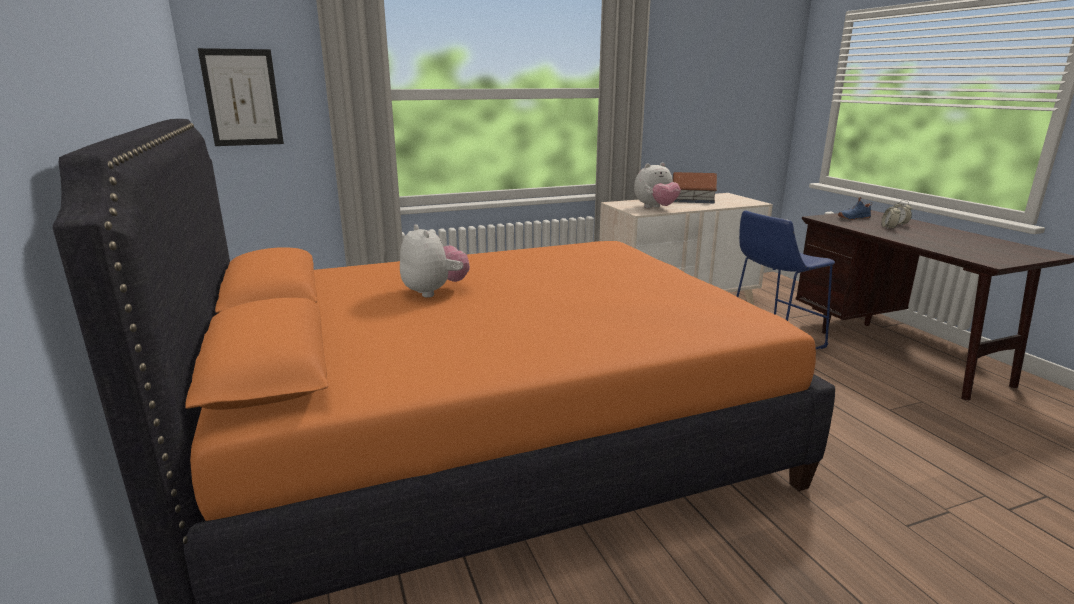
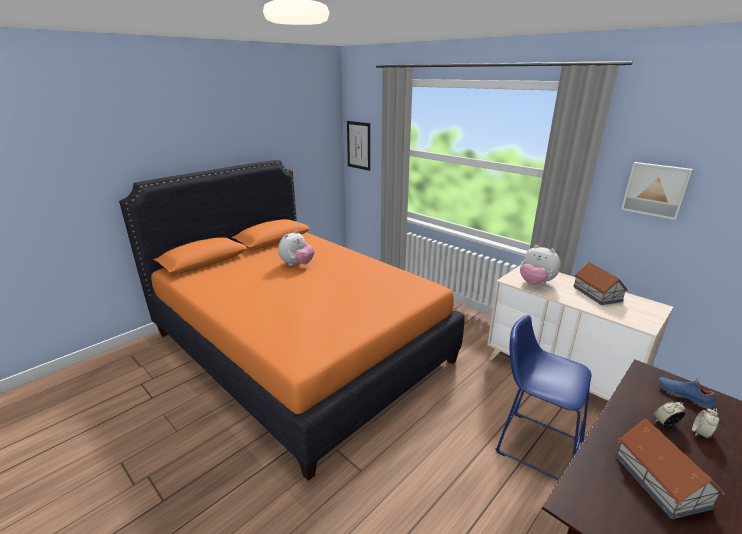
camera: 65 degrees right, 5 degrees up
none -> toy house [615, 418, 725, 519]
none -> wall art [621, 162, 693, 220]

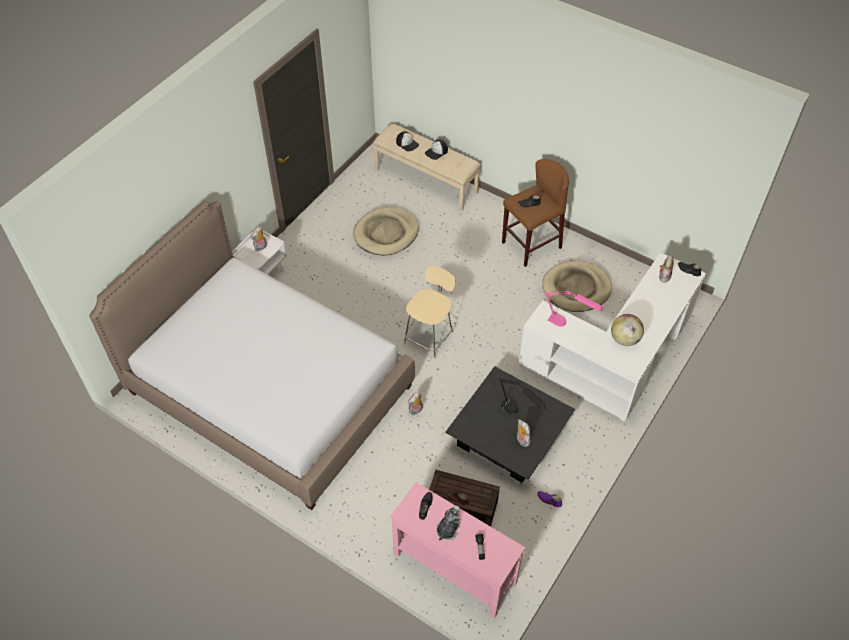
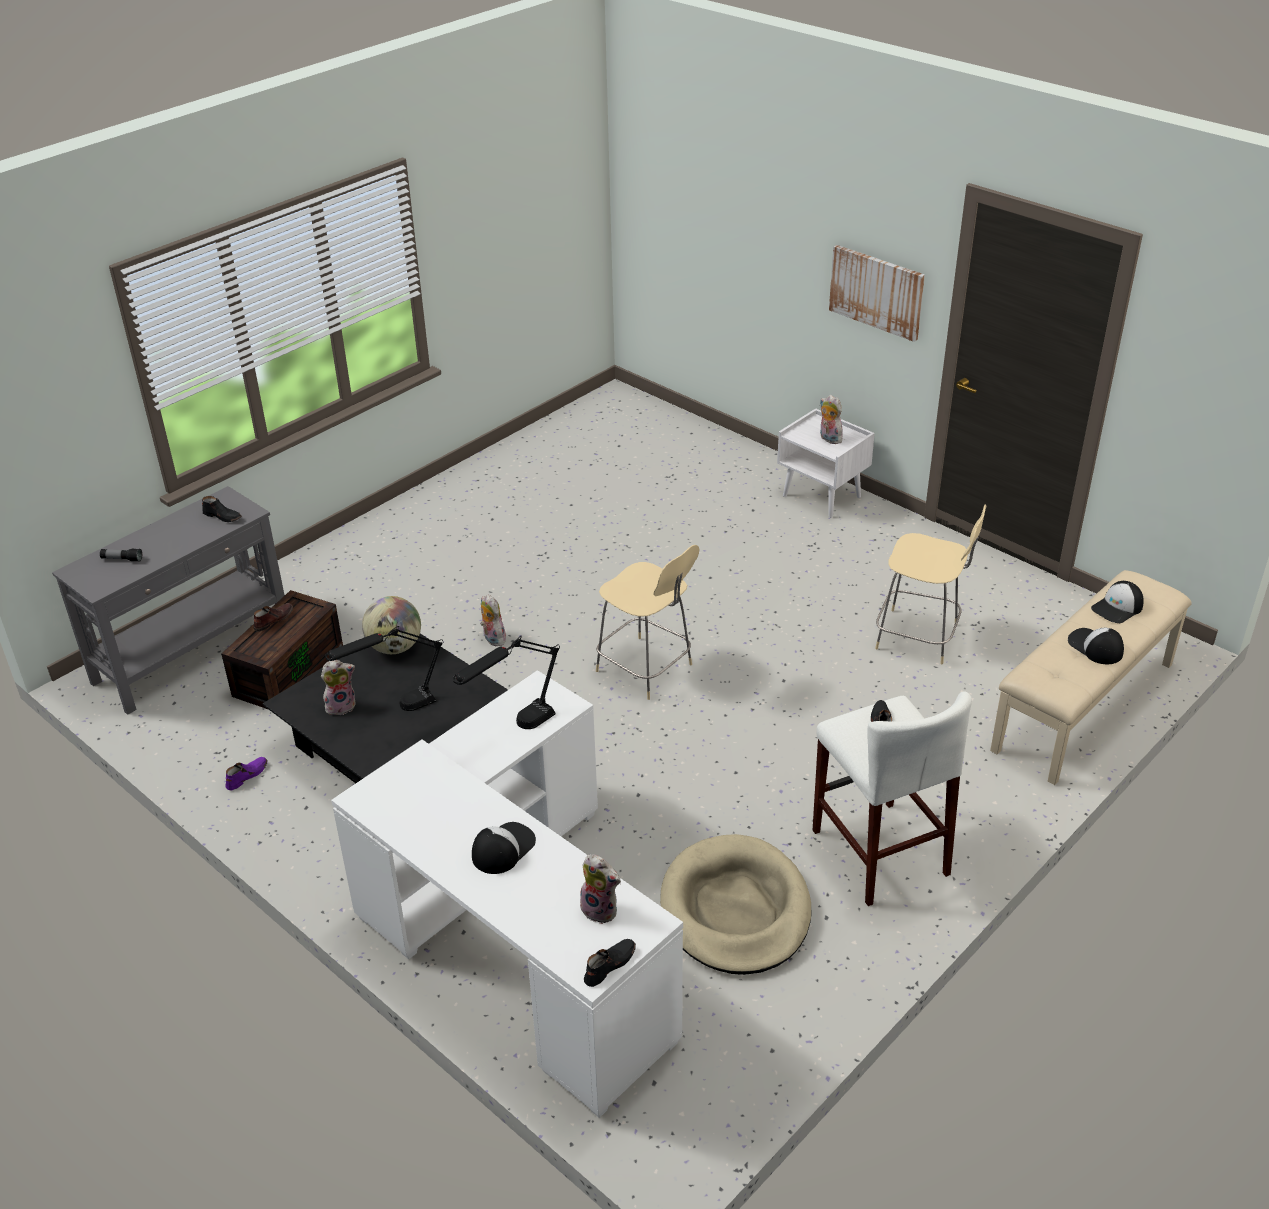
camera: 100 degrees right, 15 degrees down
pinkish console table [390, 482, 525, 618] -> greyish console table [52, 486, 285, 715]
world globe [611, 314, 644, 346] -> world globe [362, 596, 421, 654], move
pinkish tabletop lamp [545, 290, 603, 327] -> blackish tabletop lamp [453, 636, 560, 729]
none -> baseball cap [472, 822, 536, 874]
brownish stool seat [502, 159, 569, 267] -> whitish stool seat [813, 691, 972, 906]
none -> wall art [829, 245, 925, 342]
sand-coloured dog bed [353, 207, 419, 255] -> sand-coloured upright chair [875, 504, 986, 664]
bedroom bed [89, 201, 415, 510] -> none
soft toy [436, 506, 461, 541] -> none

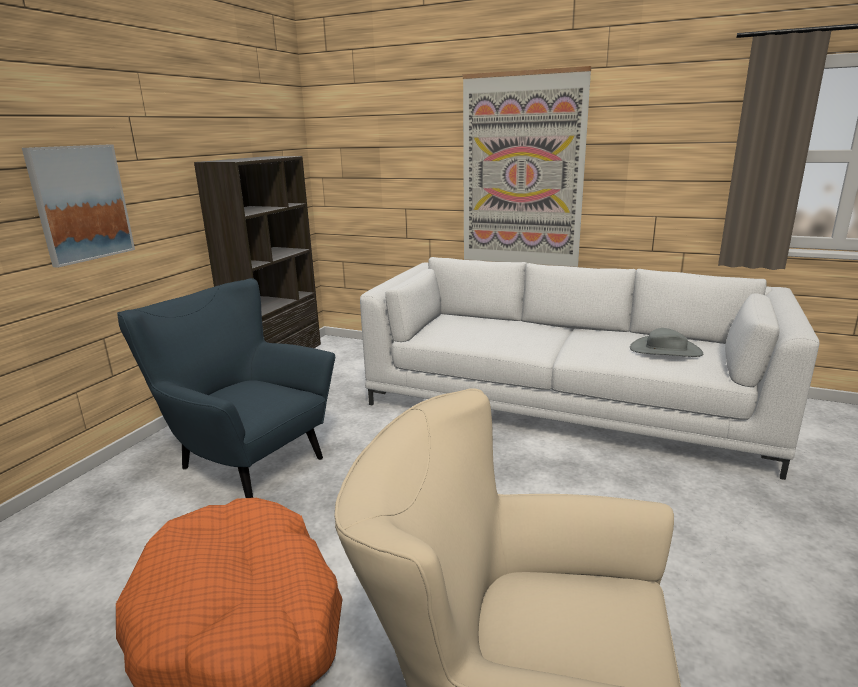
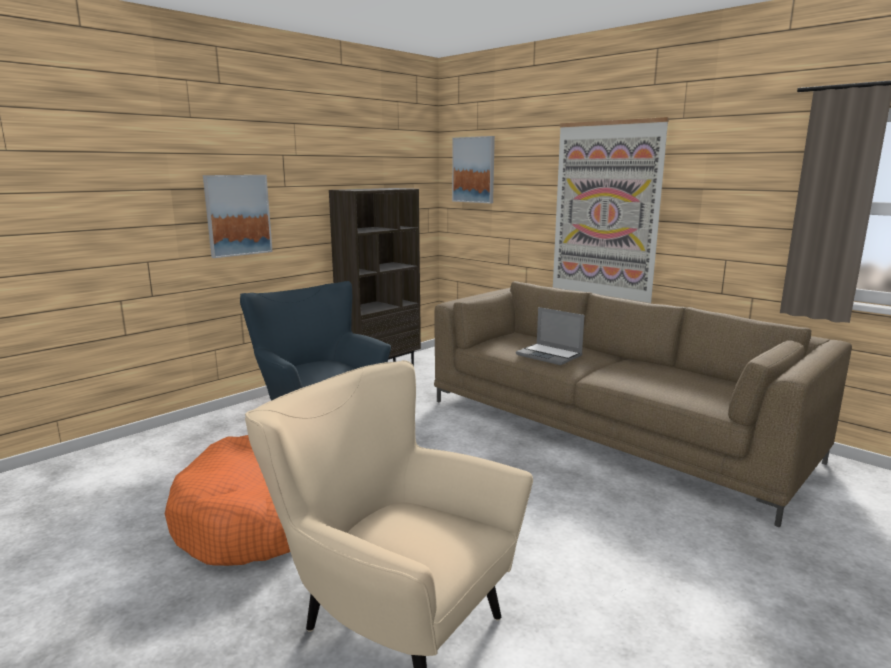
camera: 20 degrees right, 5 degrees down
whitish settee [360, 257, 819, 480] -> brownish settee [434, 281, 852, 527]
none -> wall art [452, 136, 495, 203]
none -> portable computer [516, 307, 585, 365]
greyish hat [630, 328, 703, 357] -> none

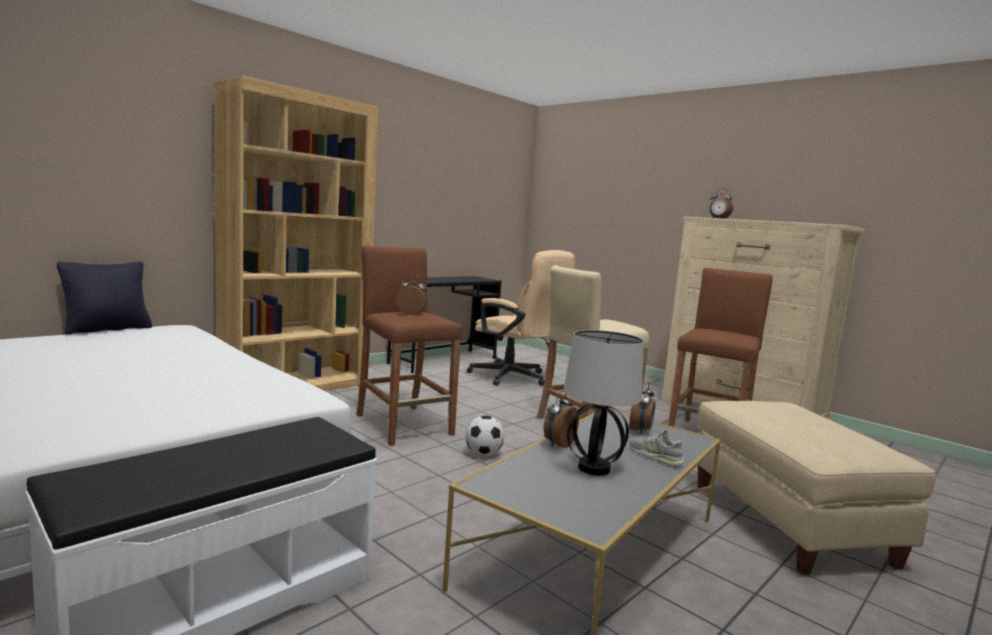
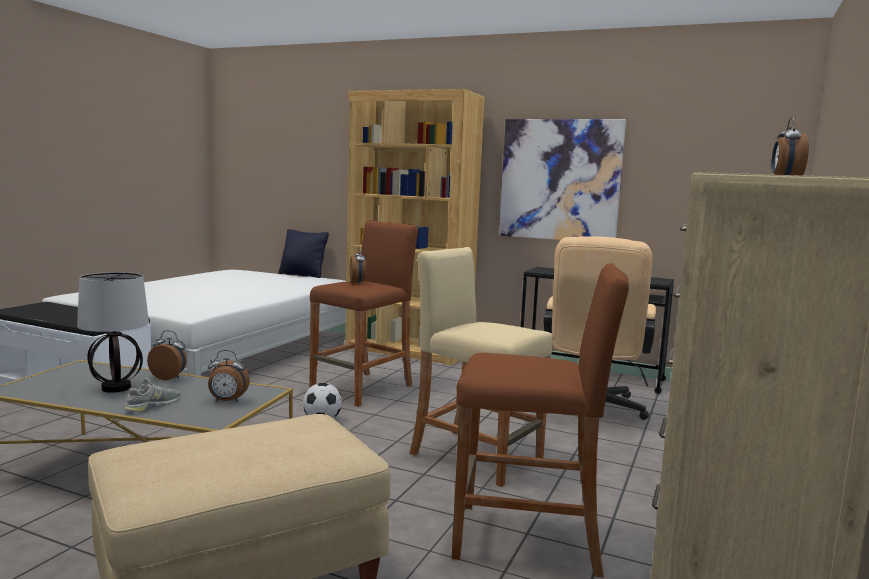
camera: 70 degrees right, 0 degrees up
none -> wall art [499, 119, 626, 240]

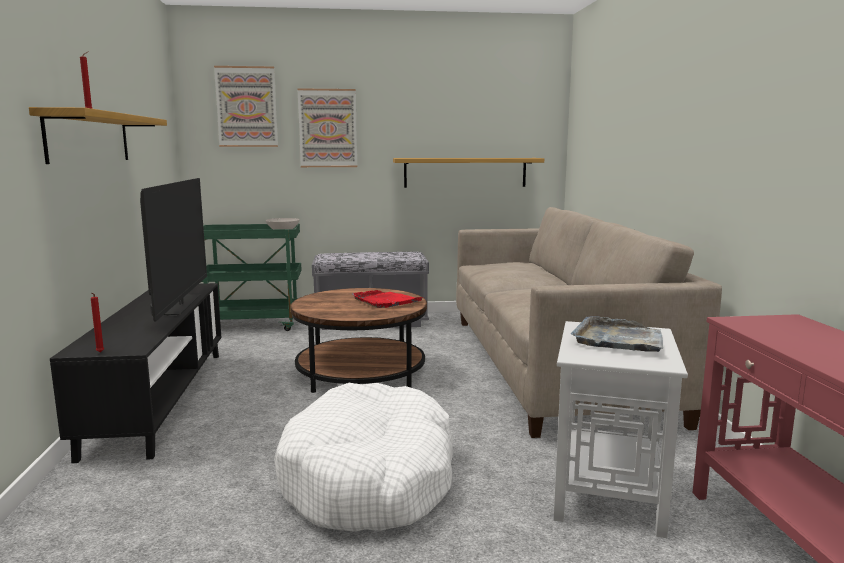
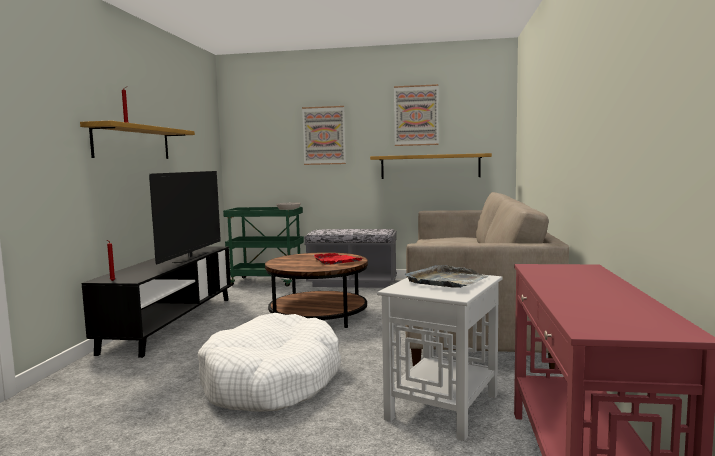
camera: 15 degrees right, 5 degrees down
wall art [214, 66, 278, 147] -> wall art [394, 84, 439, 146], move

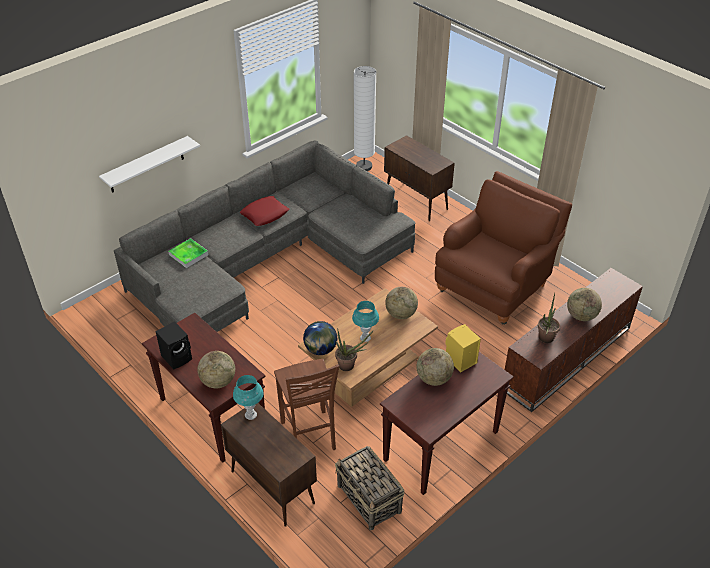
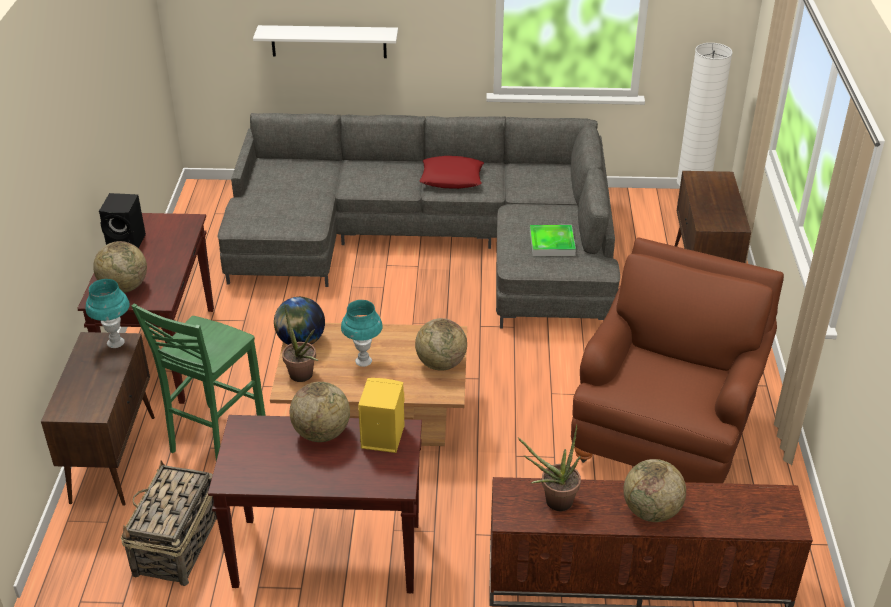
camera: 45 degrees right, 5 degrees down
brownish stool seat [274, 359, 339, 450] -> green stool seat [132, 304, 266, 461]
tray [168, 238, 209, 268] -> tray [530, 225, 576, 256], move
brownish lounge chair [435, 171, 572, 324] -> brownish lounge chair [571, 237, 784, 483], 60 degrees counterclockwise

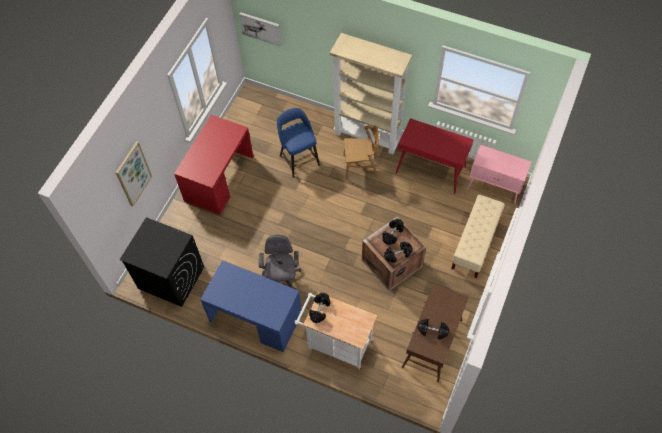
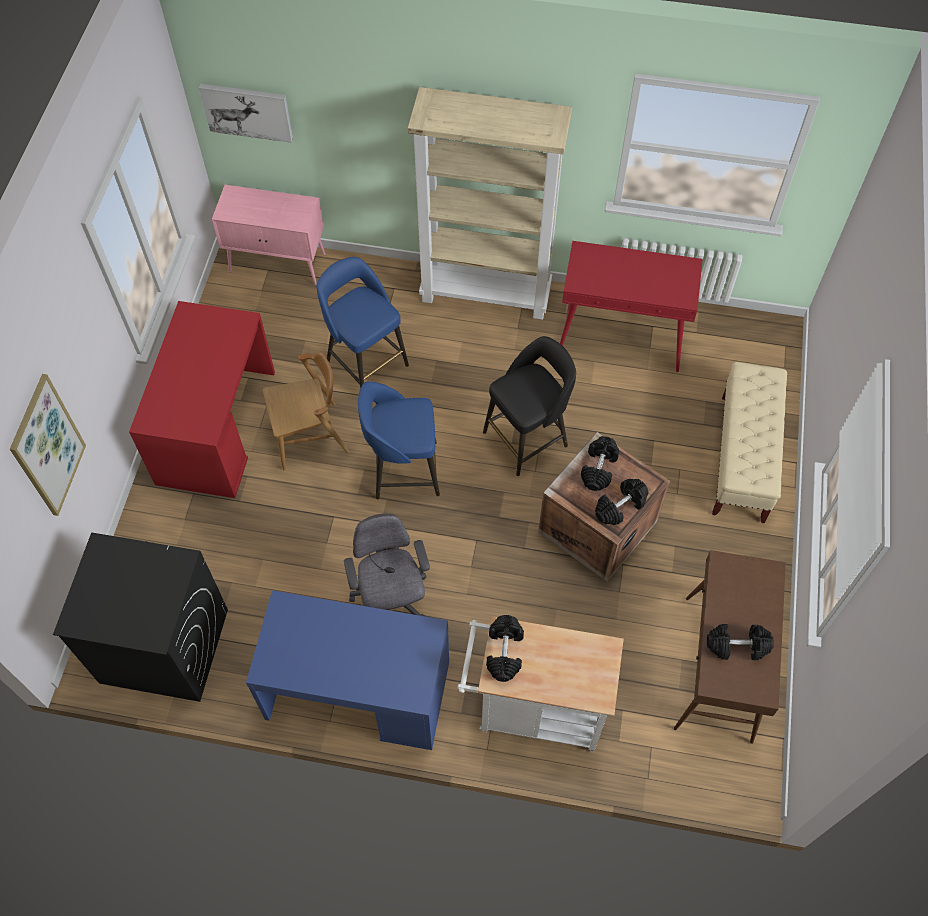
camera: 15 degrees left, 0 degrees up
pinkish cupboard [468, 145, 532, 204] -> pinkish cupboard [212, 185, 326, 285], move
brownish upright chair [344, 125, 379, 180] -> brownish upright chair [263, 351, 350, 470], move
none -> blue-coloured stool seat [358, 381, 440, 499]
none -> blackish stool seat [483, 336, 576, 476]

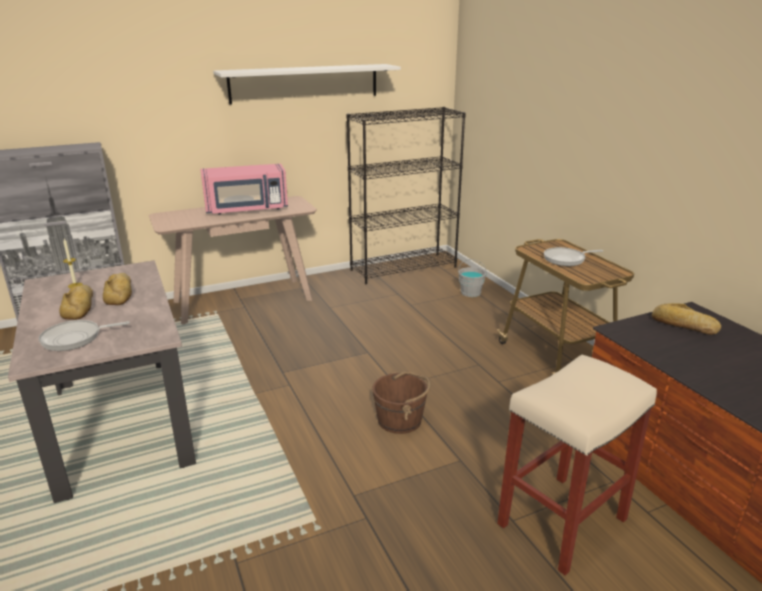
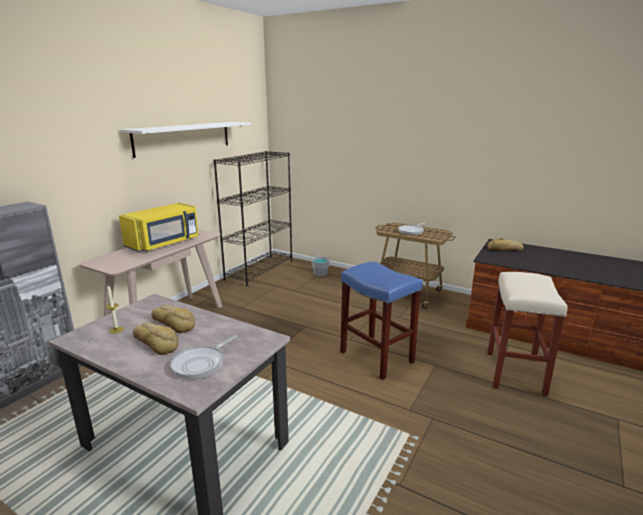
camera: 35 degrees left, 5 degrees down
pinkish microwave oven [200, 163, 288, 215] -> yellow-coloured microwave oven [119, 203, 199, 252]
brownish pail [372, 371, 431, 434] -> blue-coloured stool seat [340, 261, 422, 380]

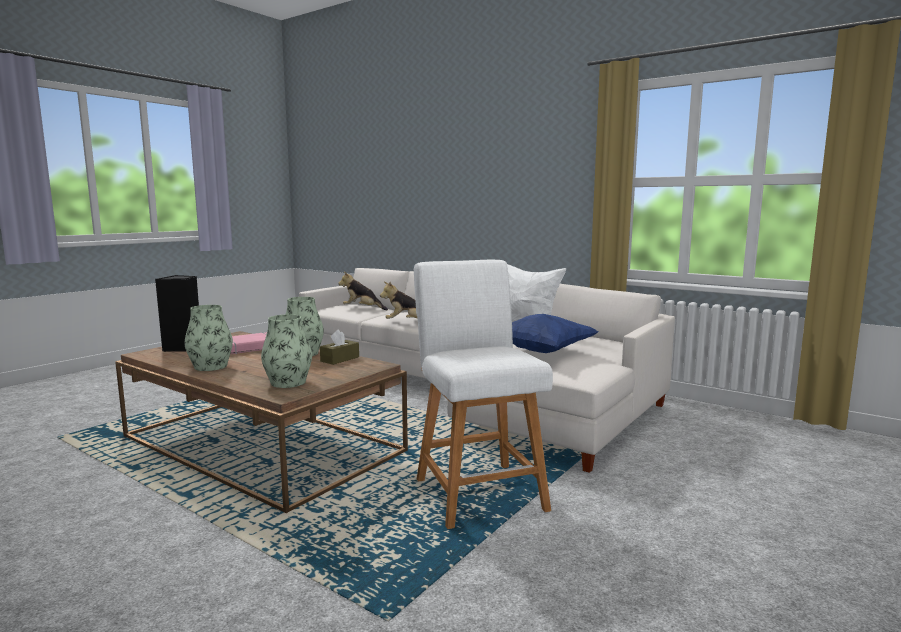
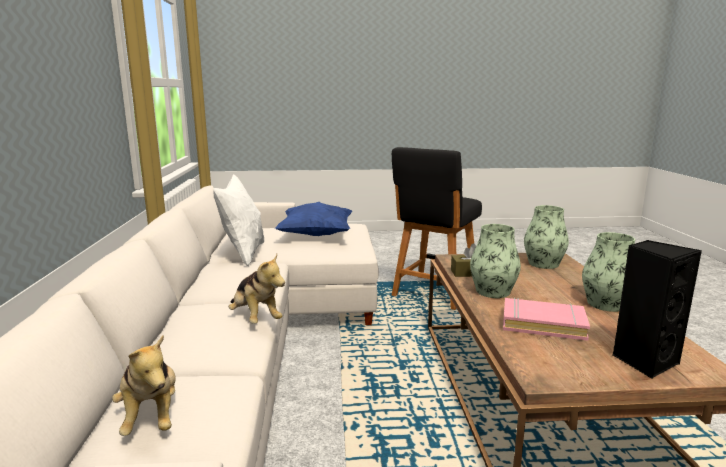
camera: 130 degrees left, 5 degrees up
whitish stool seat [414, 260, 553, 529] -> blackish stool seat [392, 147, 482, 310]

